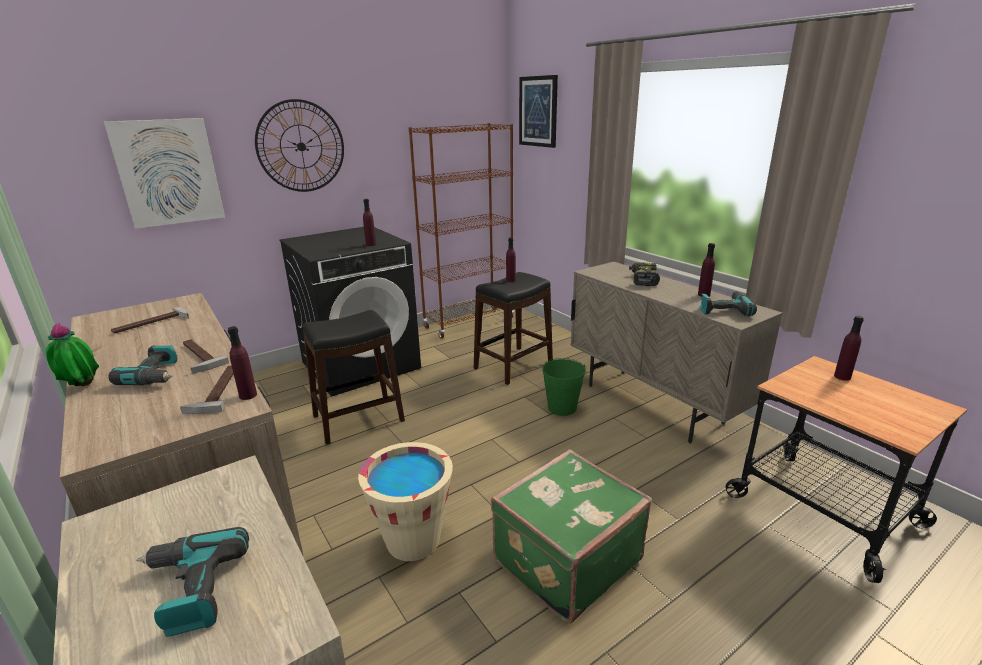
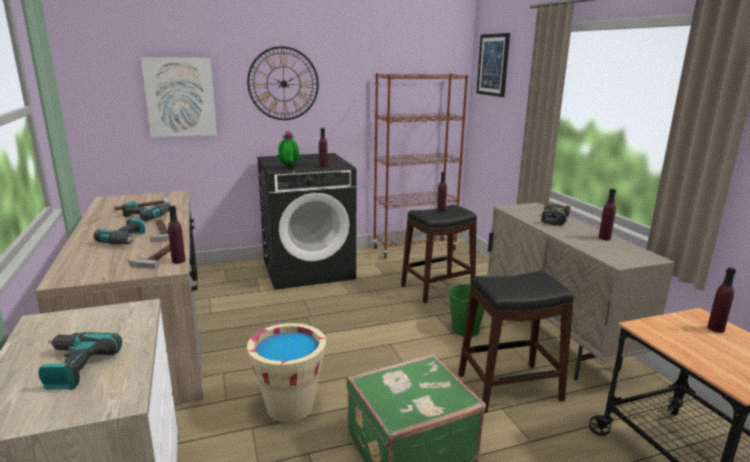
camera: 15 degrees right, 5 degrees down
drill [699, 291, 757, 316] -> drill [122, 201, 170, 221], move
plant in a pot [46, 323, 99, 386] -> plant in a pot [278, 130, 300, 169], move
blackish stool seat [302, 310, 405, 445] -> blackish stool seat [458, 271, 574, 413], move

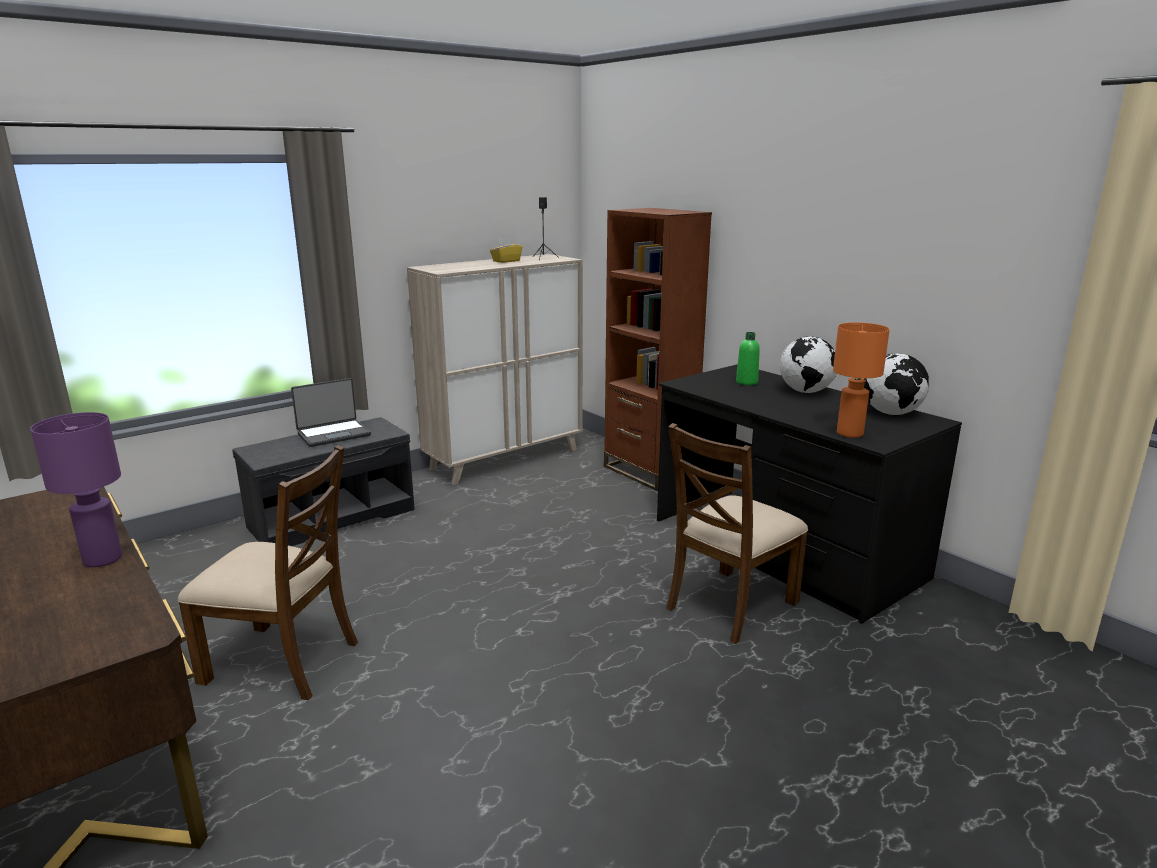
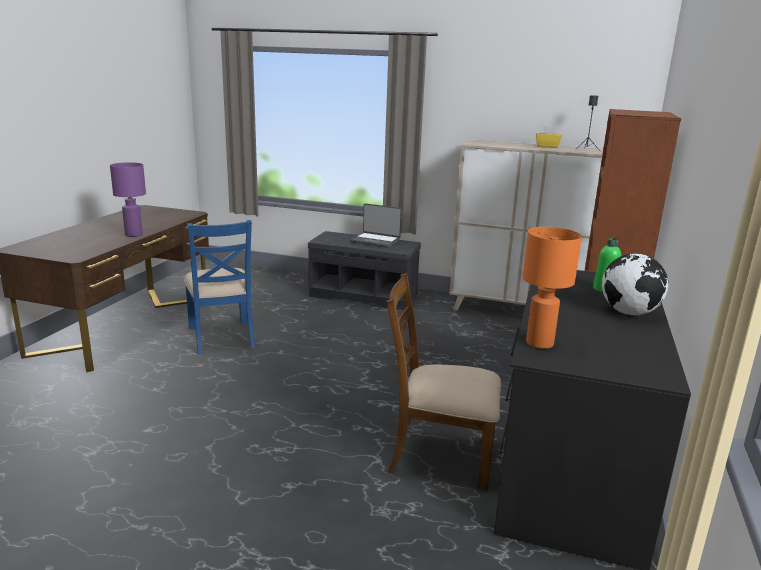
camera: 55 degrees right, 0 degrees up
brownish upright chair [178, 445, 358, 700] -> blue-coloured upright chair [184, 220, 255, 355]
world globe [864, 353, 929, 415] -> none

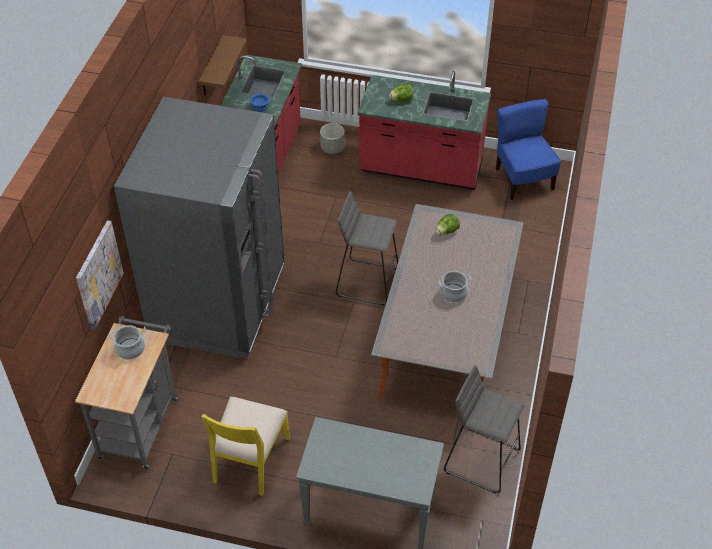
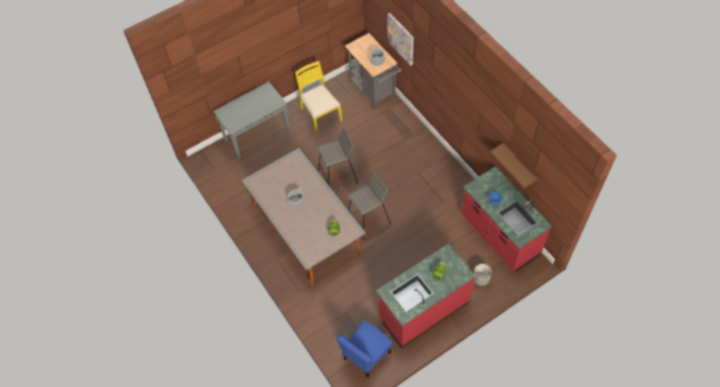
camera: 135 degrees right, 10 degrees up
greyish stool seat [444, 365, 525, 493] -> greyish stool seat [317, 128, 358, 192], move
blue-coloured upright chair [496, 99, 561, 200] -> blue-coloured upright chair [337, 321, 392, 378], 105 degrees clockwise
greyish fridge [114, 97, 284, 358] -> none

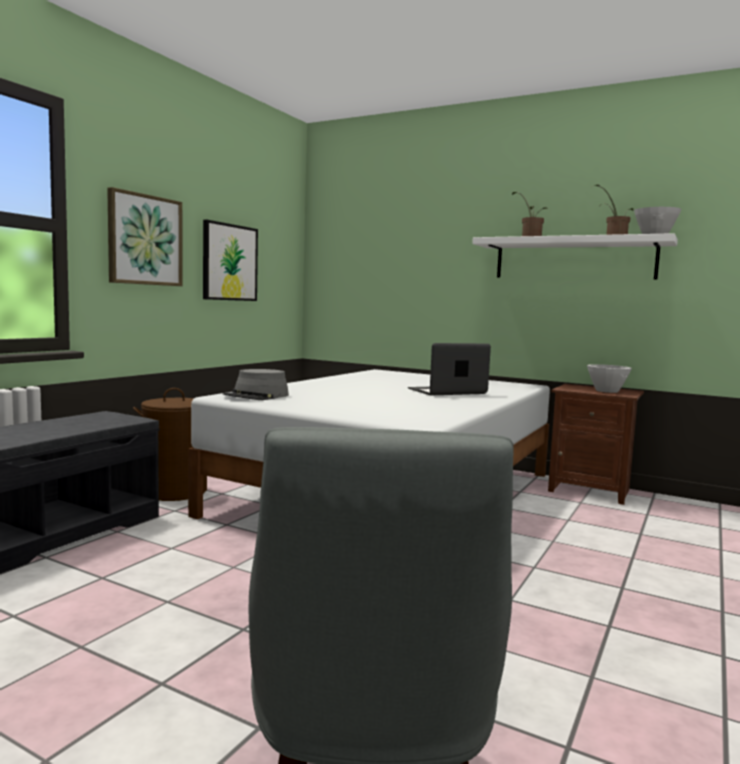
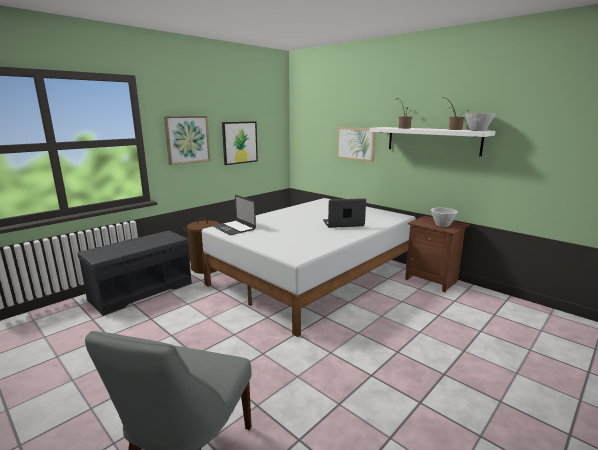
camera: 15 degrees right, 10 degrees up
greyish hat [223, 369, 289, 400] -> portable computer [212, 195, 256, 235]
none -> wall art [337, 127, 376, 162]

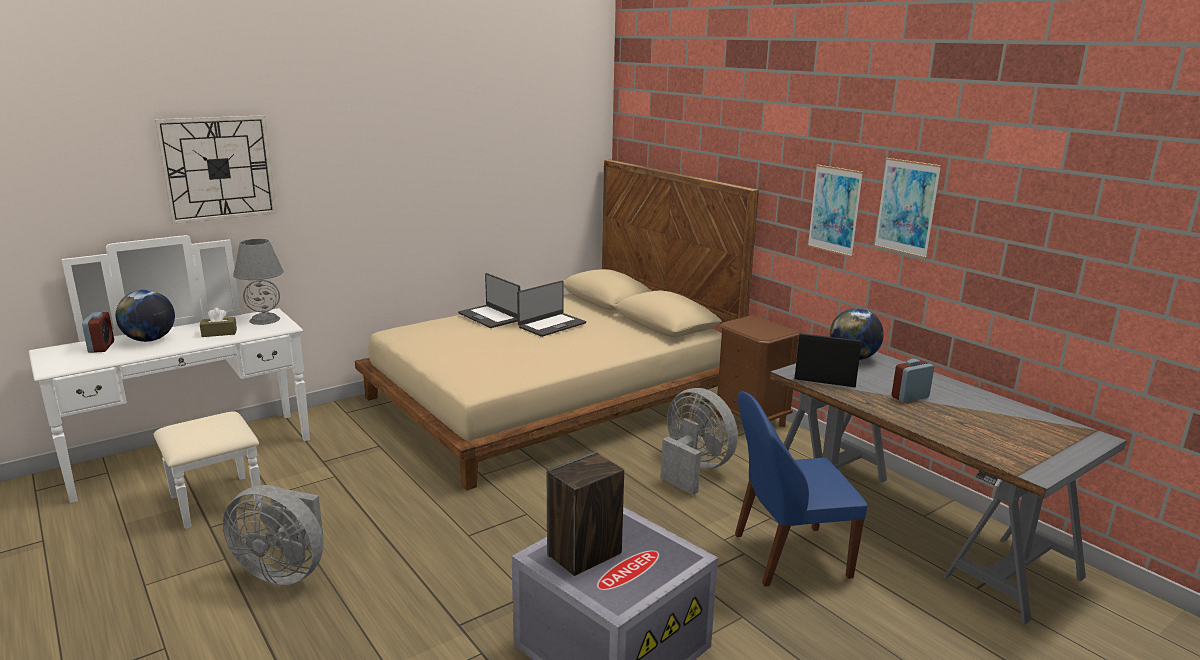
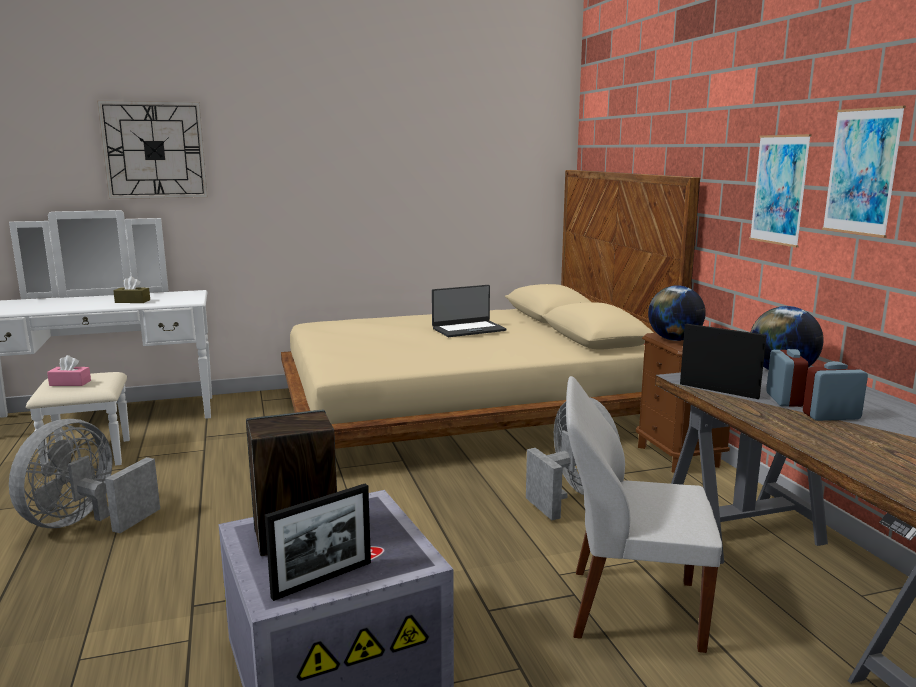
camera: 20 degrees right, 5 degrees down
greyish cooling fan [223, 485, 324, 585] -> greyish cooling fan [9, 419, 160, 533], 75 degrees clockwise
none -> pinkish tissue holder [47, 355, 91, 386]
none -> picture frame [265, 484, 371, 601]
blue-coloured upright chair [735, 392, 868, 586] -> whitish upright chair [566, 376, 722, 653]
world globe [116, 290, 175, 342] -> world globe [648, 285, 706, 341], move
bedside clock [82, 312, 114, 353] -> bedside clock [766, 349, 809, 407], move
greyish tabletop lamp [233, 239, 284, 325] -> none
portable computer [458, 273, 520, 328] -> none

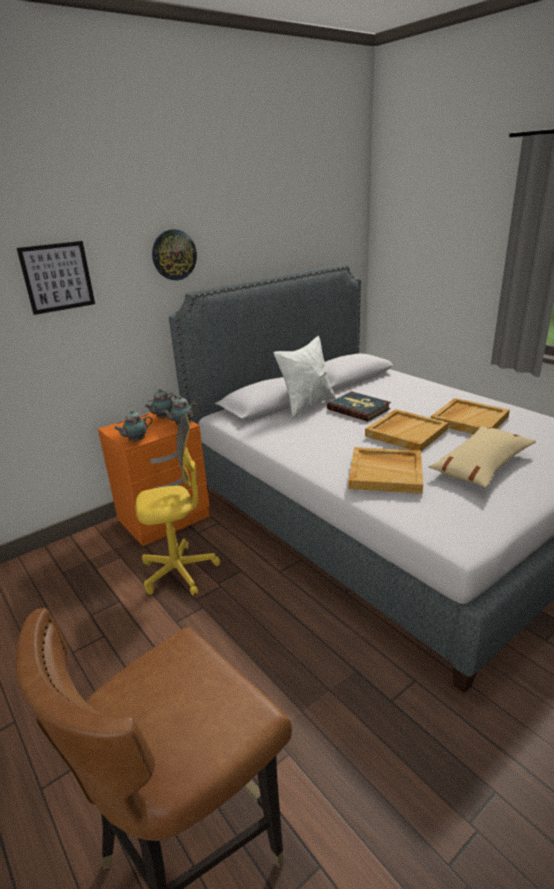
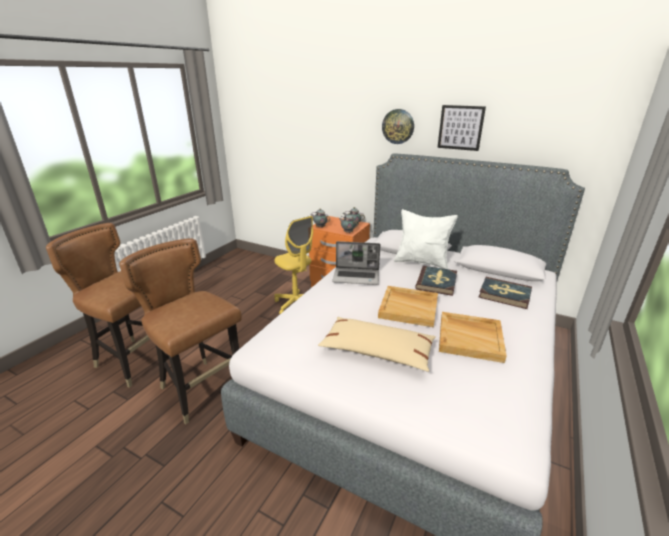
camera: 65 degrees right, 0 degrees up
none -> brownish upright chair [119, 238, 242, 424]
none -> portable computer [332, 241, 381, 285]
wall art [17, 241, 95, 315] -> wall art [437, 105, 486, 151], move
none -> volume [479, 277, 532, 309]
sand-coloured tray [348, 447, 423, 494] -> none

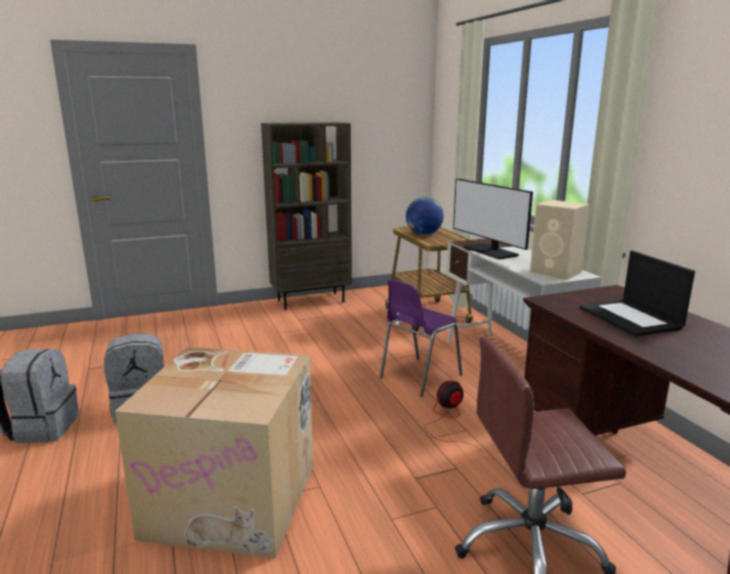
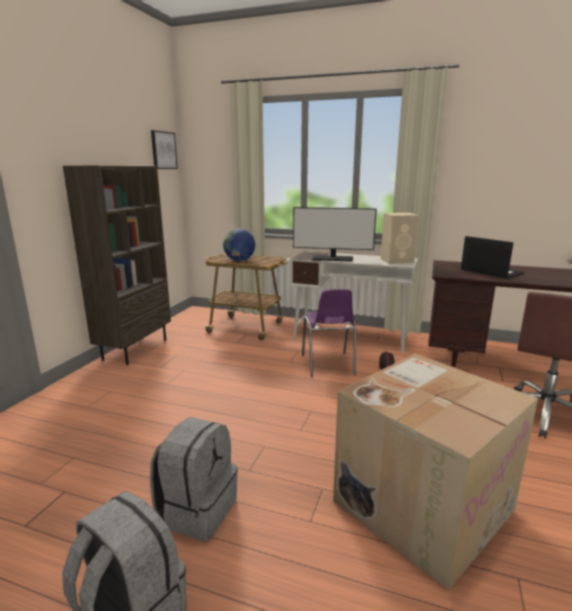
camera: 50 degrees left, 0 degrees up
none -> wall art [151, 130, 178, 169]
portable computer [579, 251, 695, 336] -> portable computer [461, 236, 524, 279], 150 degrees counterclockwise

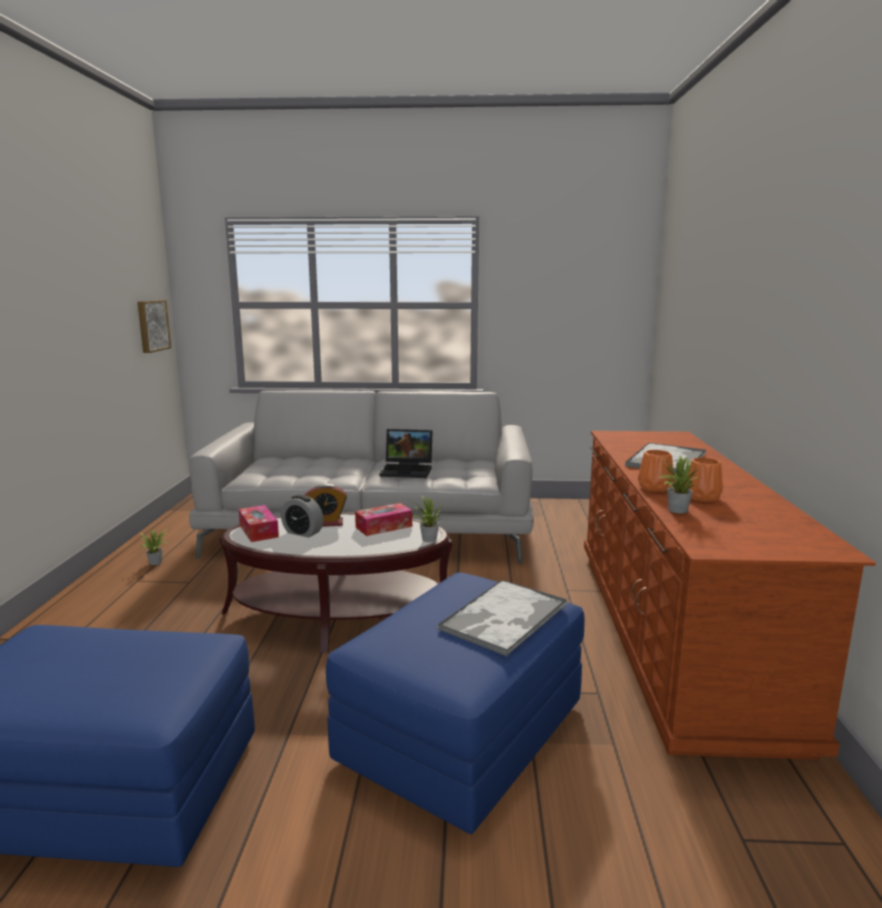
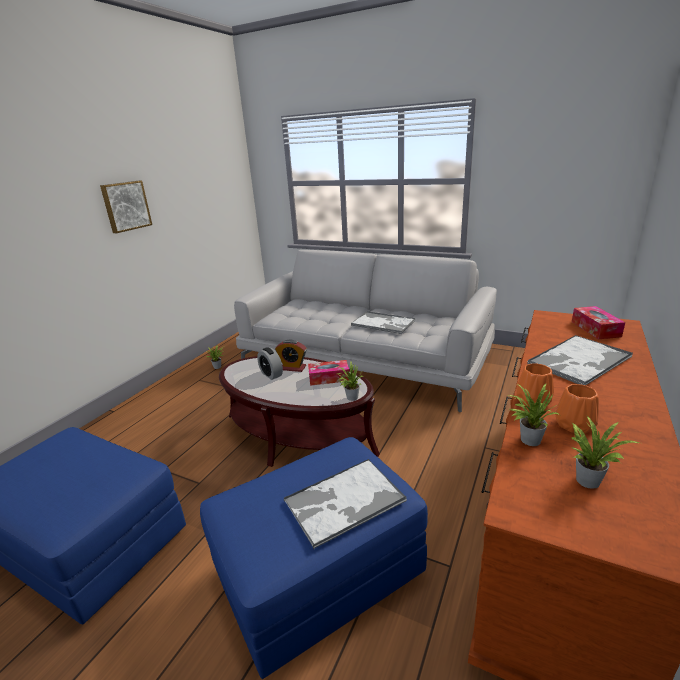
camera: 25 degrees right, 10 degrees up
wall art [137, 300, 171, 353] -> wall art [100, 181, 152, 233], move
portable computer [380, 429, 433, 478] -> tray [351, 311, 415, 334]
none -> plant in a pot [571, 416, 640, 488]
tissue holder [238, 505, 279, 542] -> tissue holder [572, 306, 625, 339], move

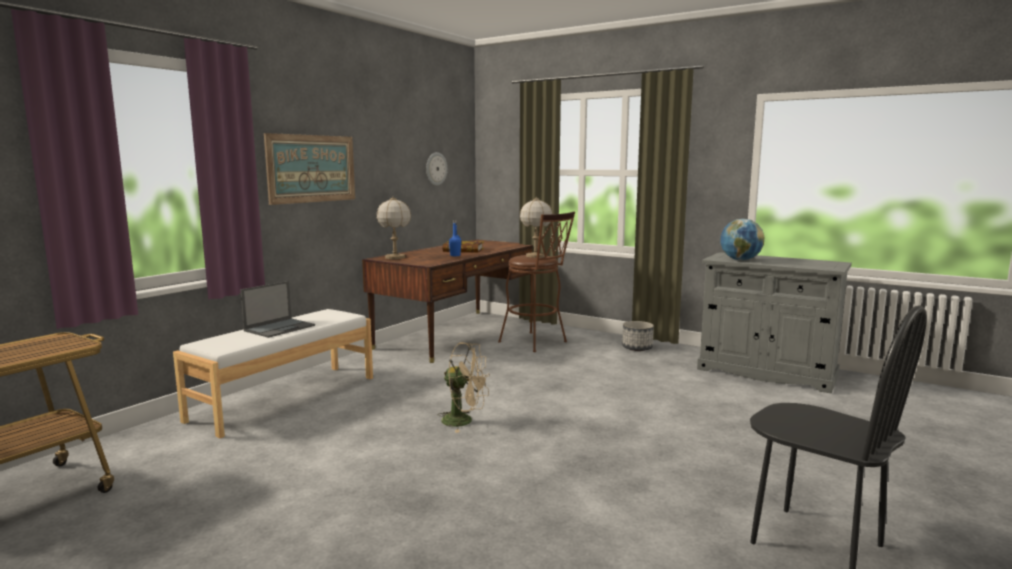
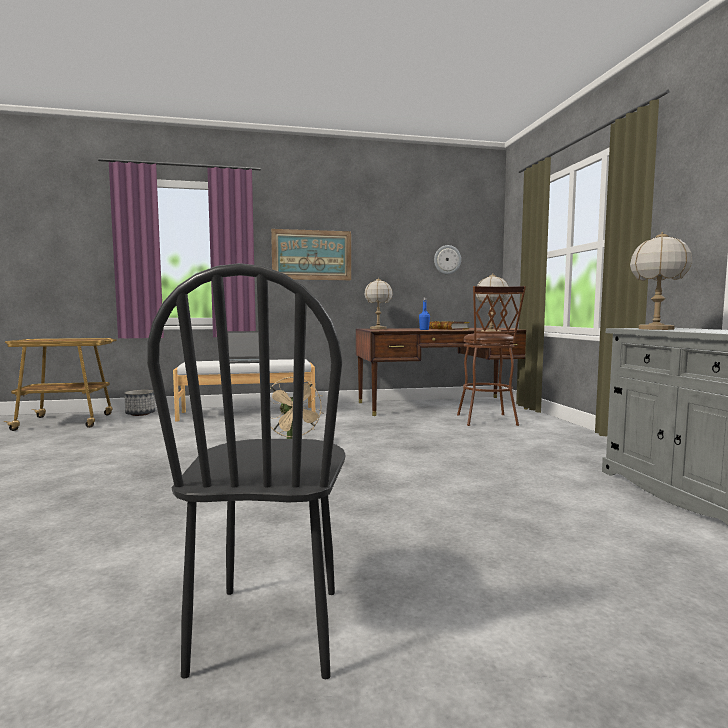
camera: 45 degrees right, 5 degrees down
plant pot [622, 321, 654, 351] -> plant pot [124, 390, 155, 416], move
world globe [720, 219, 764, 260] -> tabletop lamp [630, 232, 692, 330]

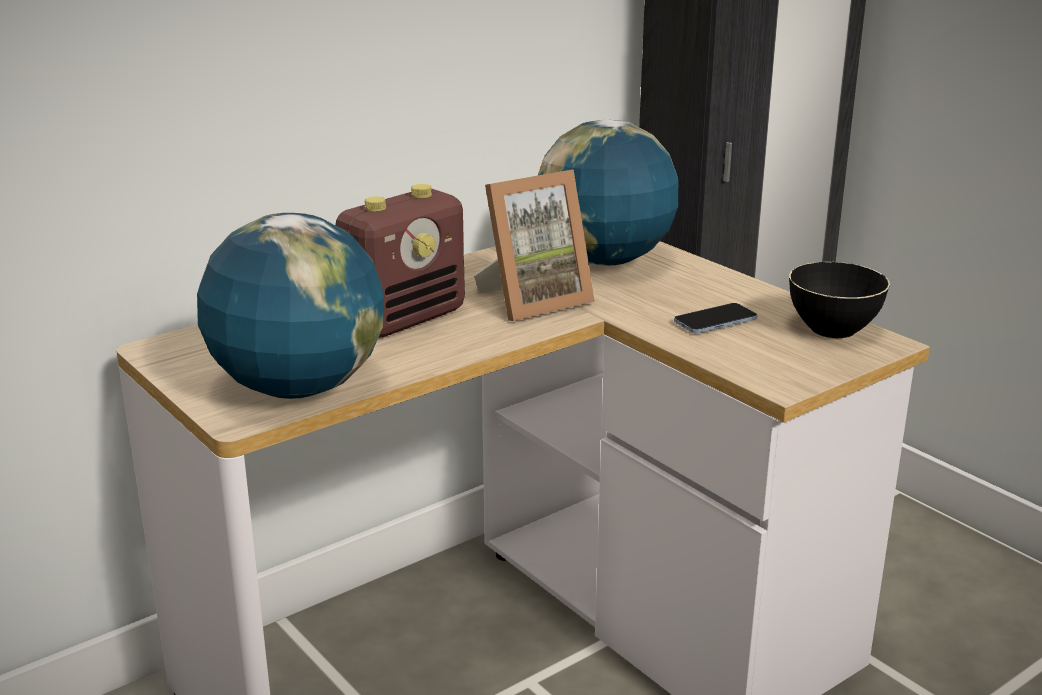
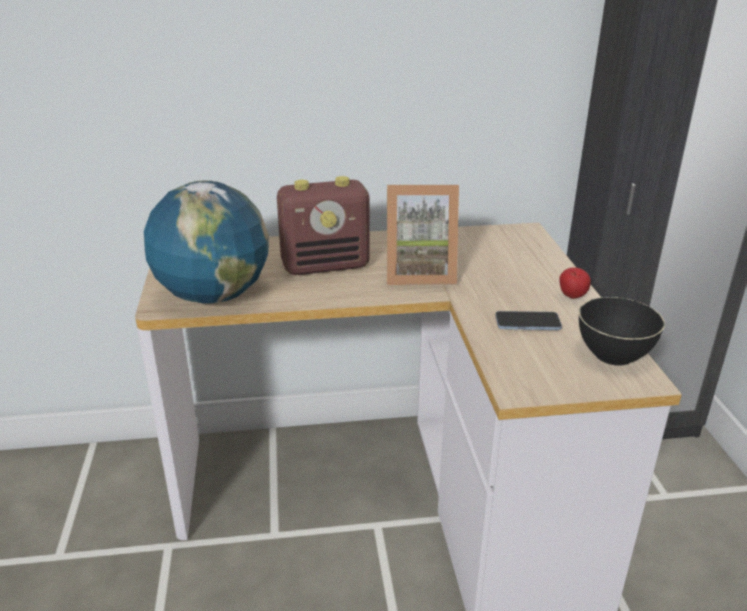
camera: 30 degrees right, 5 degrees up
none -> whole apple [559, 267, 591, 299]
world globe [538, 120, 678, 266] -> none

